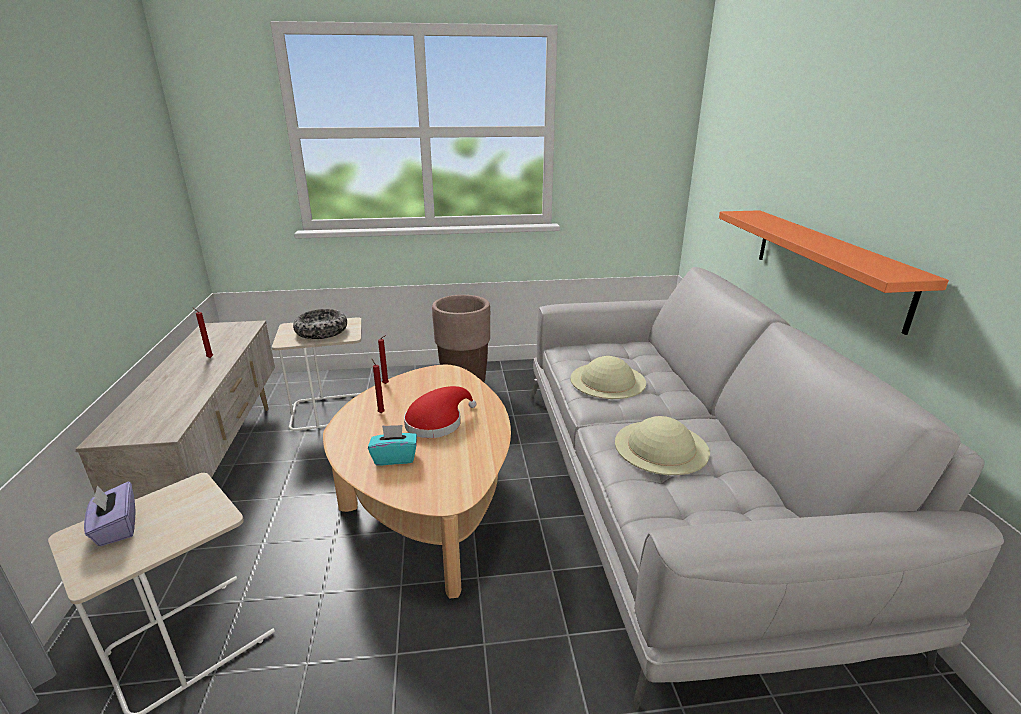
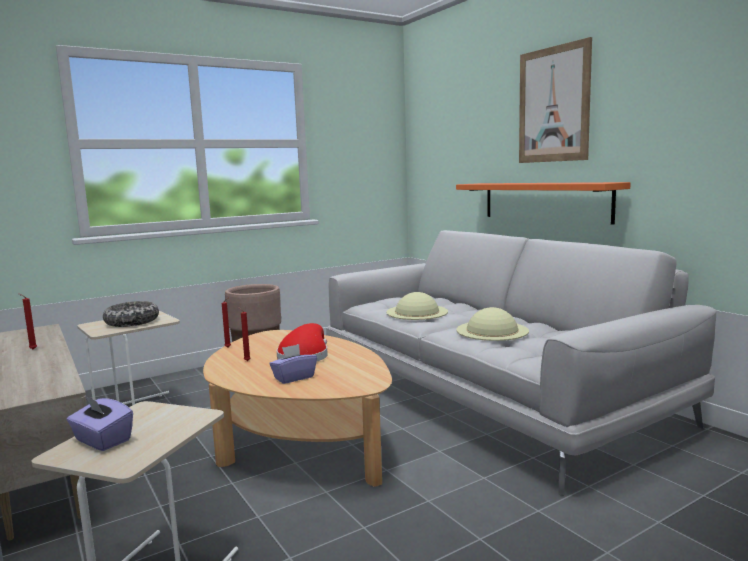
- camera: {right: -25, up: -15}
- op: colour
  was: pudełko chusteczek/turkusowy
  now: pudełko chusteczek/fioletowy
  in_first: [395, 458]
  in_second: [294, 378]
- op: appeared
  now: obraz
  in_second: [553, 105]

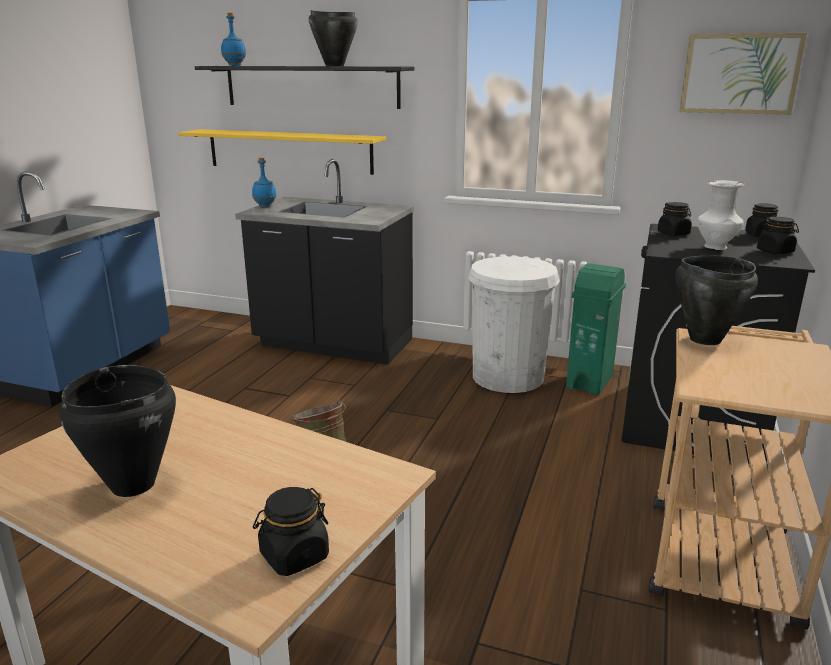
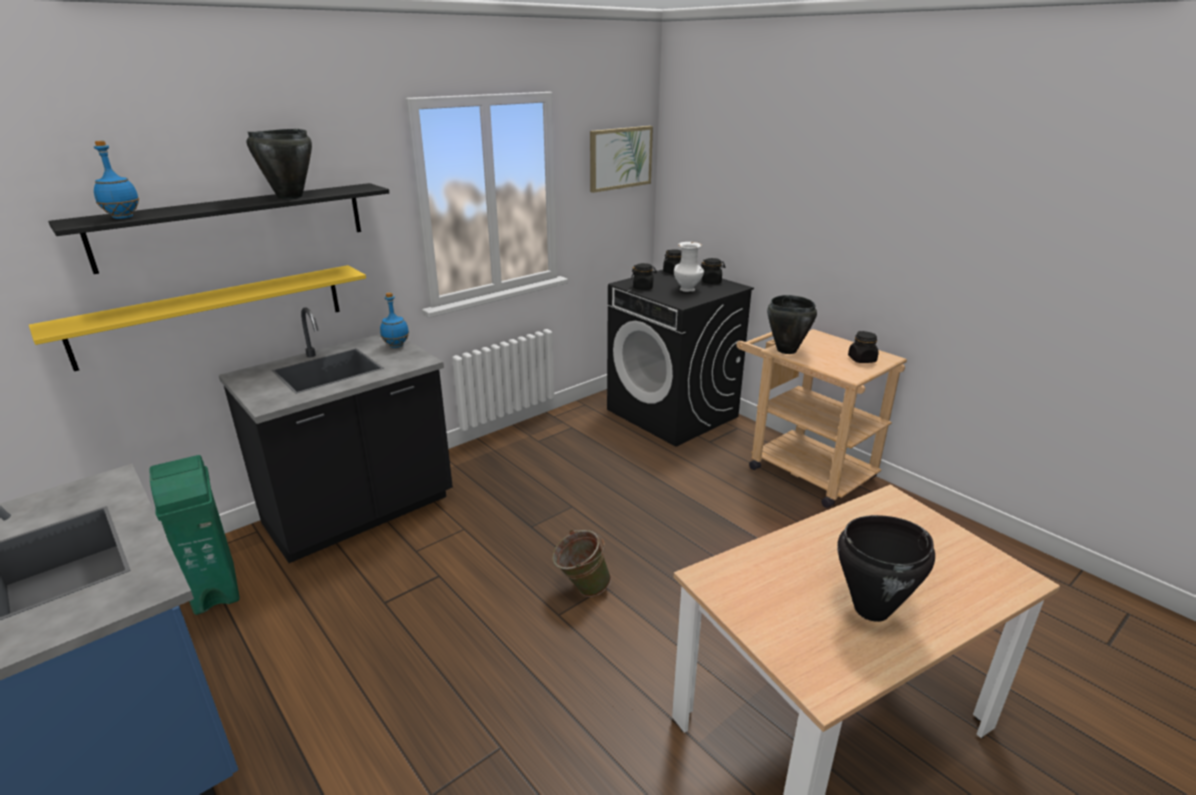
- camera: {right: -60, up: 5}
- op: relocated
  was: butelka/niebieski
  in_first: [265, 206]
  in_second: [396, 346]
- op: relocated
  was: słoik/czarny
  in_first: [294, 556]
  in_second: [862, 359]
- op: missing
  was: kosz na śmieci/biały
  in_first: [508, 377]
- op: relocated
  was: kosz na śmieci/zielony
  in_first: [590, 381]
  in_second: [215, 588]

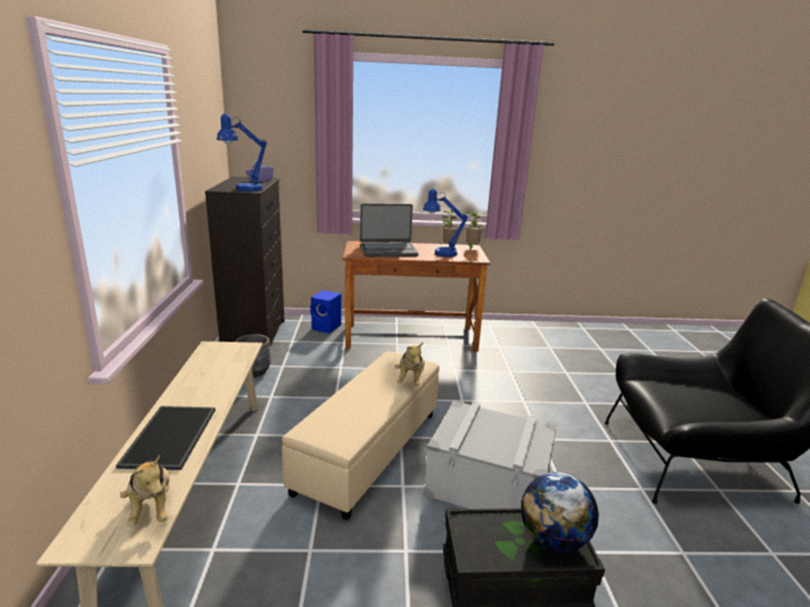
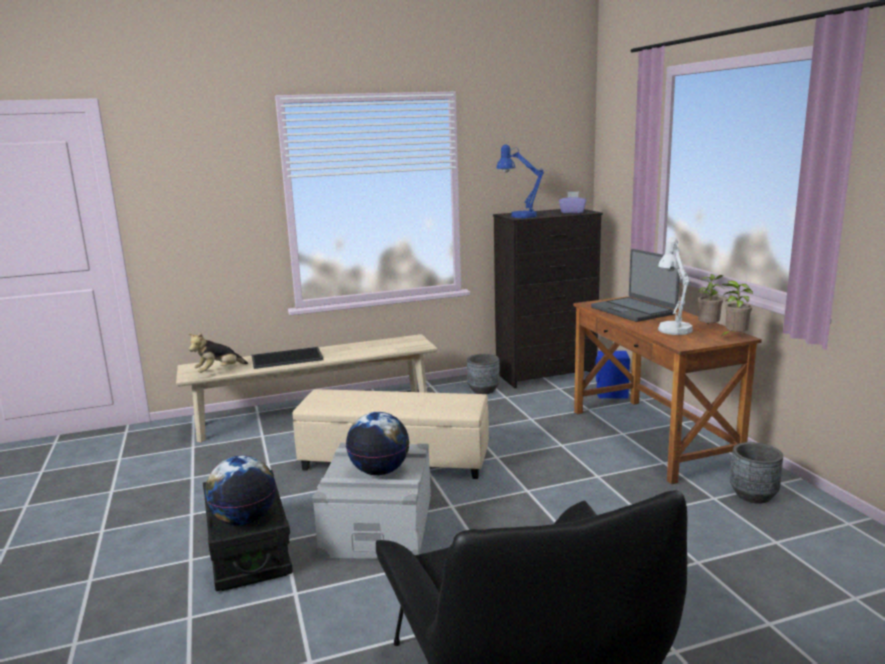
- camera: {right: 75, up: -5}
- op: missing
  was: pluszak
  in_first: [410, 379]
- op: colour
  was: lampa stołowa/niebieski
  now: lampa stołowa/biały
  in_first: [440, 253]
  in_second: [672, 328]
- op: appeared
  now: globus
  in_second: [379, 471]
- op: appeared
  now: donica/szary
  in_second: [753, 495]

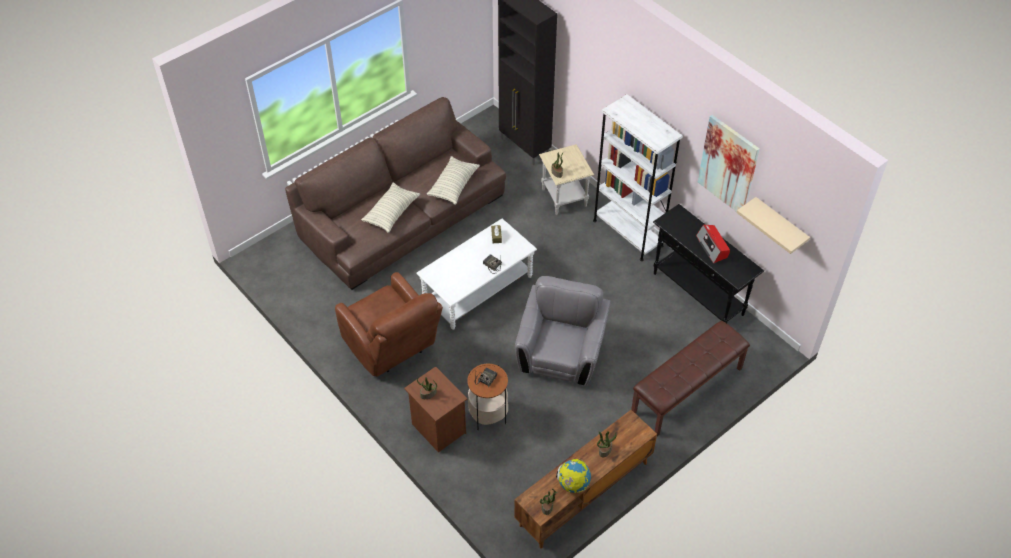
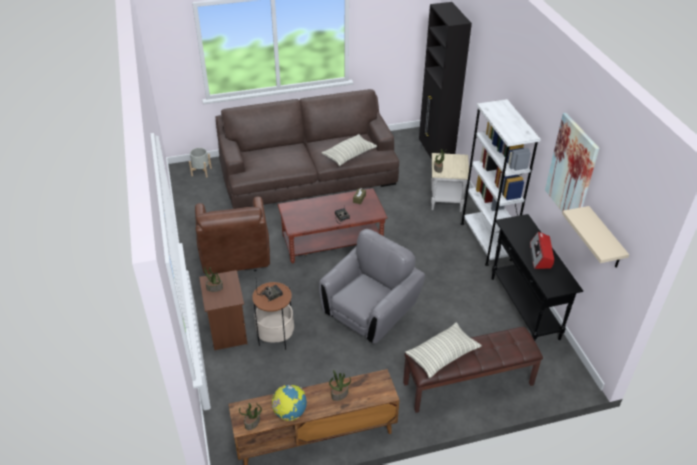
- camera: {right: 25, up: -10}
- op: relocated
  was: poduszka
  in_first: [391, 213]
  in_second: [442, 355]
- op: colour
  was: ława/biały
  now: ława/brązowy
  in_first: [478, 289]
  in_second: [332, 241]
- op: appeared
  now: donica/szary
  in_second: [201, 172]

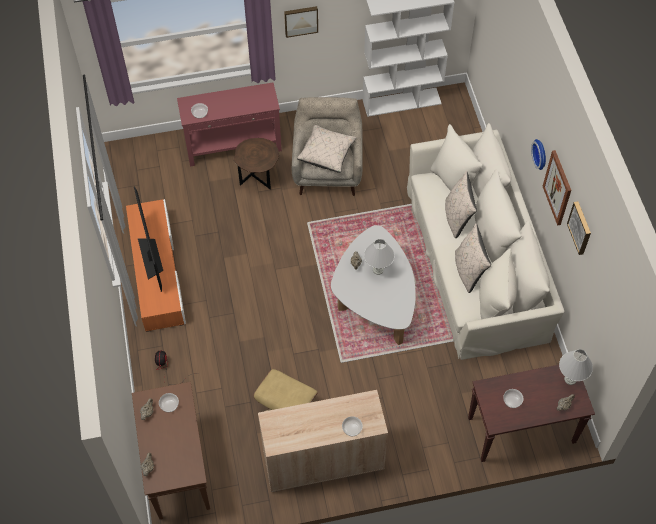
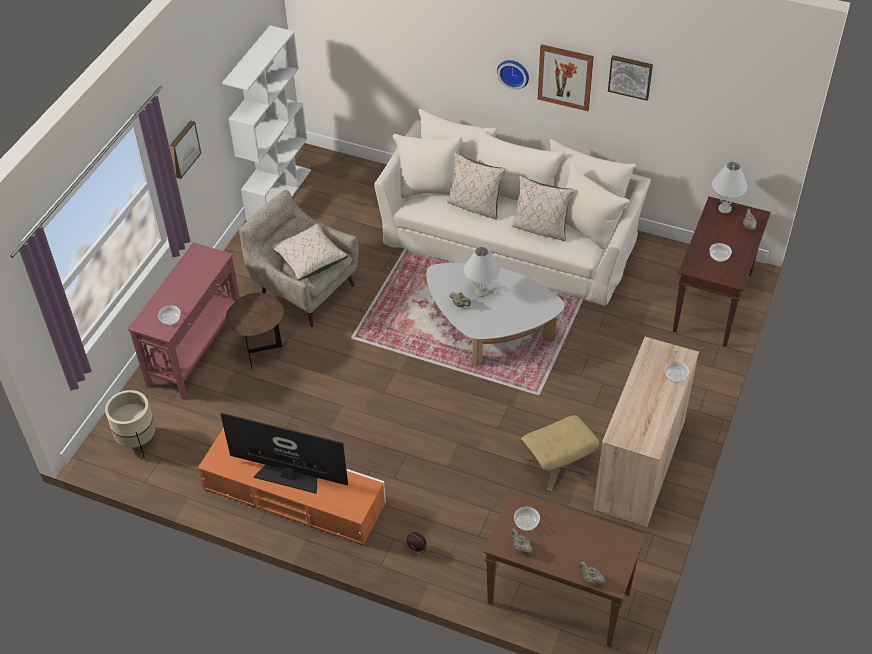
- camera: {right: -55, up: -10}
- op: appeared
  now: donica/beżowy
  in_second: [137, 441]

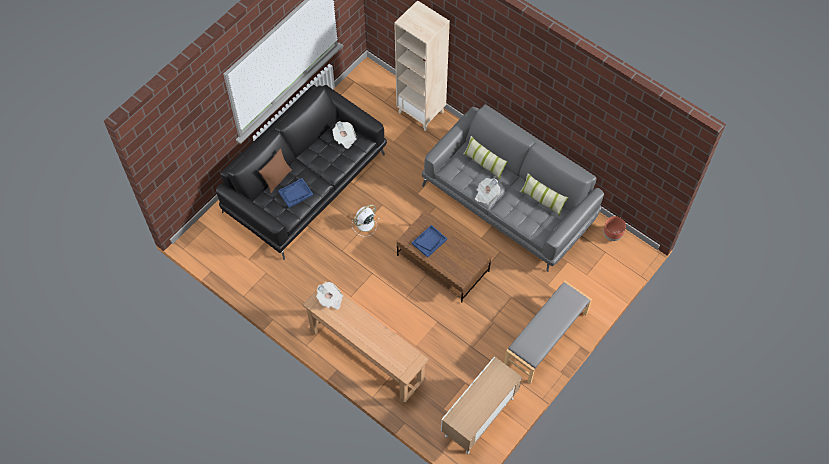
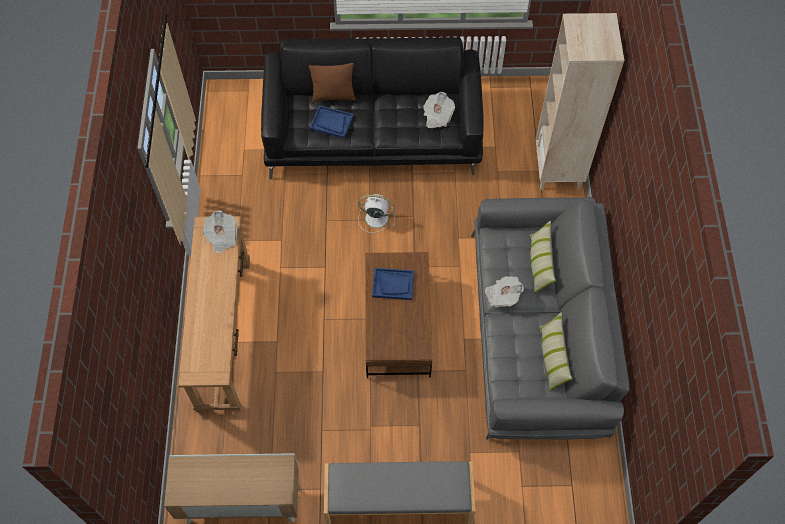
- camera: {right: 50, up: 0}
- op: missing
  was: donica/brązowy
  in_first: [612, 235]

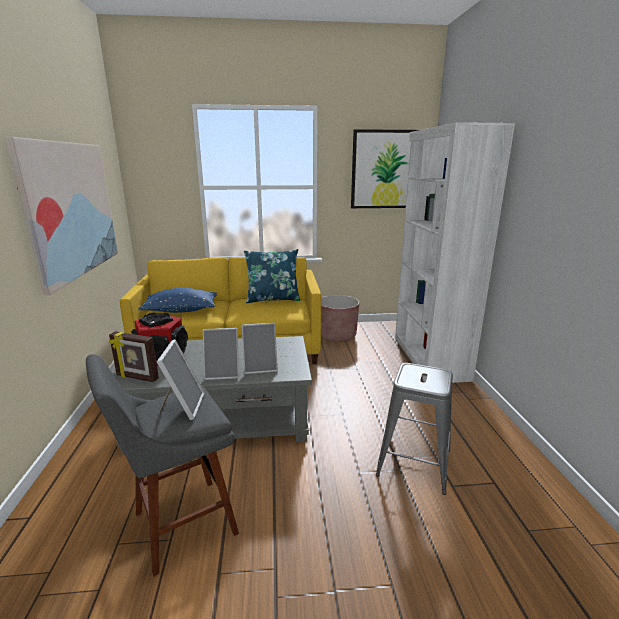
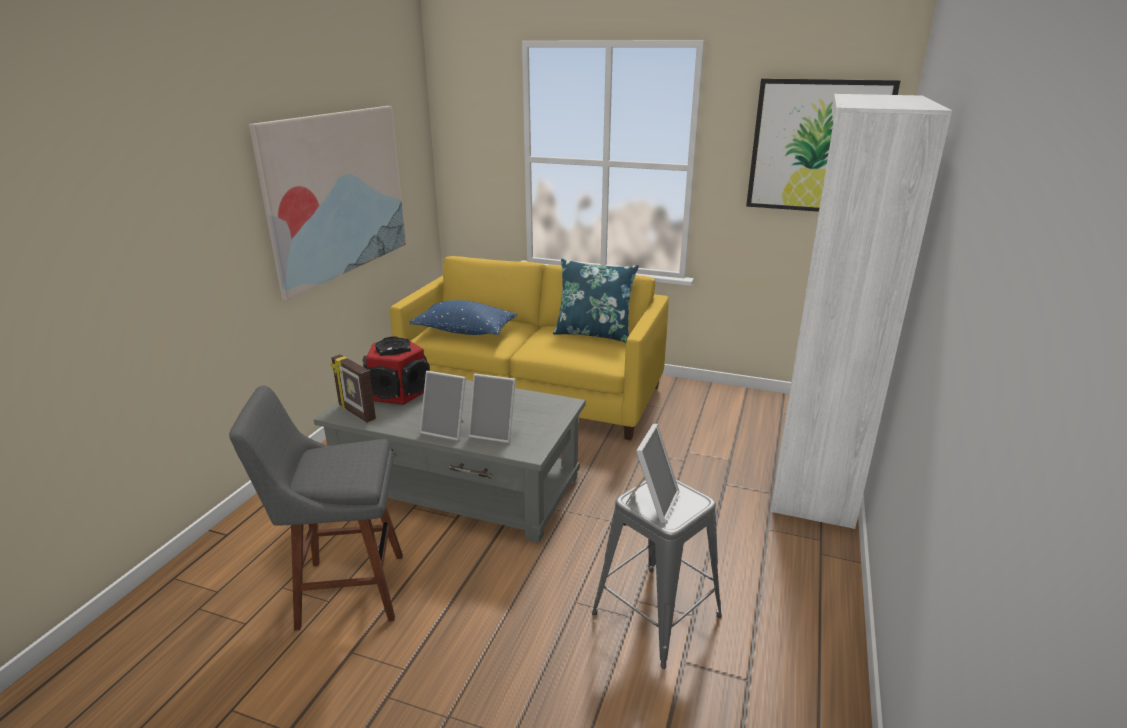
- camera: {right: 25, up: 5}
- op: relocated
  was: ramka na zdjęcie
  in_first: [182, 406]
  in_second: [652, 502]
- op: missing
  was: donica/brązowy
  in_first: [337, 336]

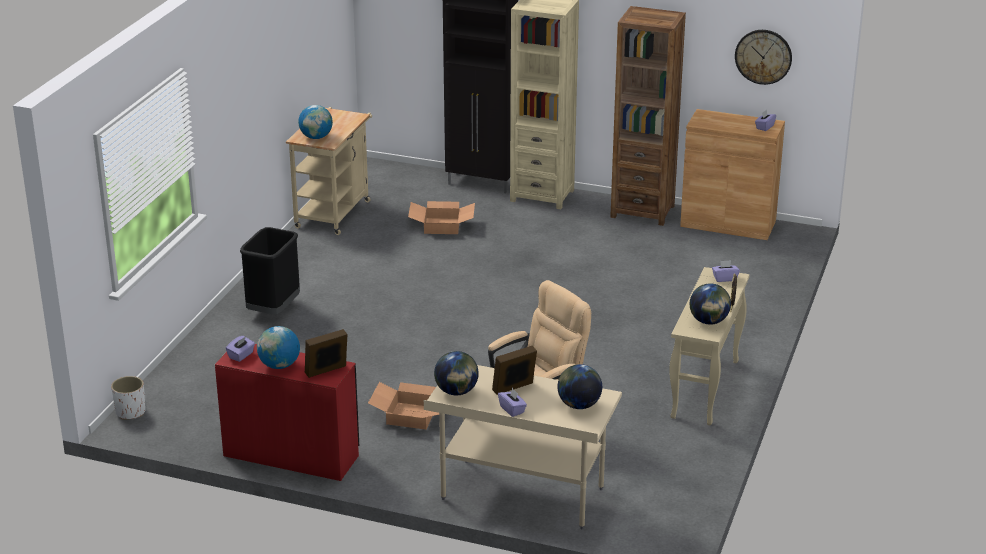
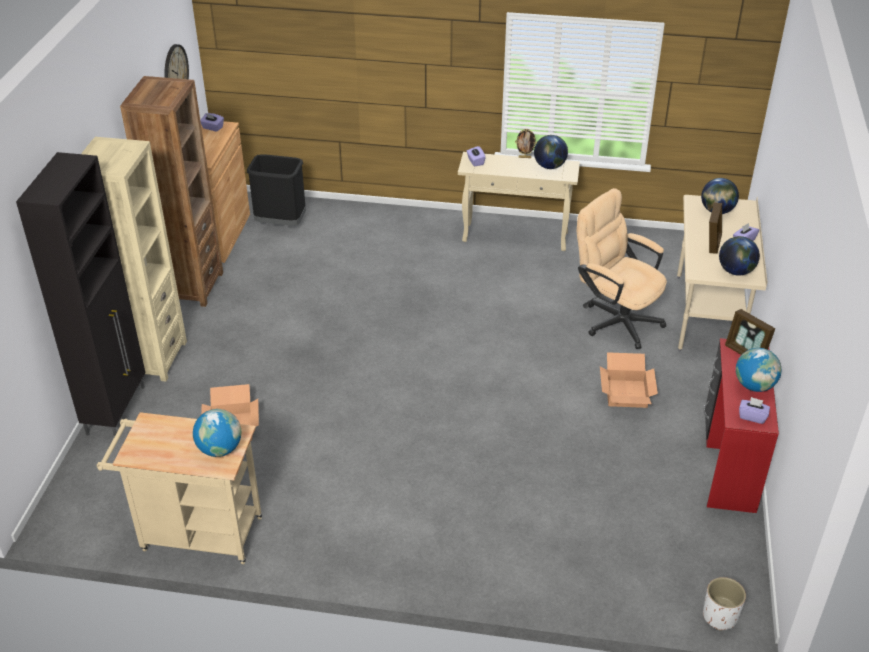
- camera: {right: -100, up: 10}
- op: relocated
  was: kosz na śmieci/czarny
  in_first: [273, 309]
  in_second: [280, 223]
- op: spun
  was: ramka na zdjęcie
  in_first: [514, 388]
  in_second: [712, 243]
  clockwise: -120

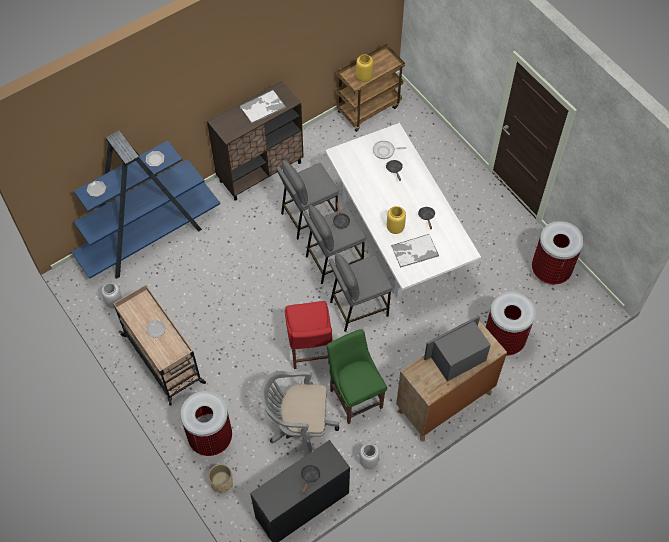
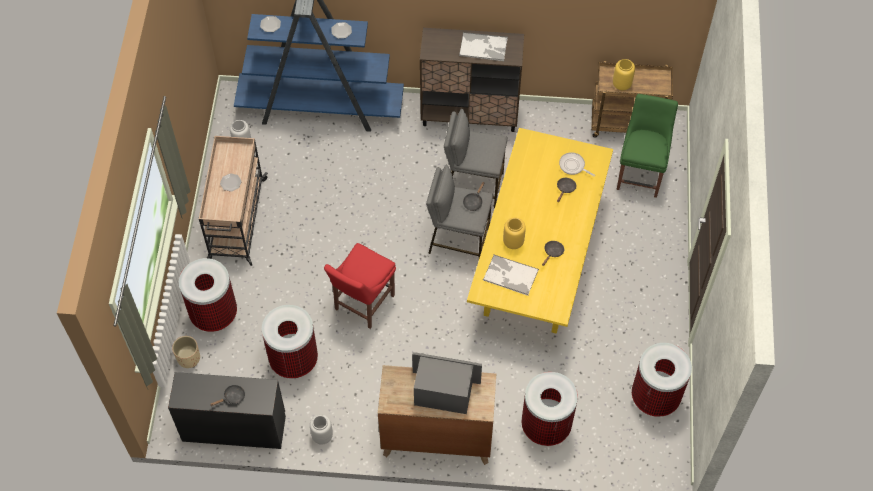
- camera: {right: 40, up: 0}
- op: exchanged
  was: krzesło biurowe/szary
  now: kosz na śmieci
  in_first: [298, 425]
  in_second: [294, 360]
- op: colour
  was: stół jadalny/biały
  now: stół jadalny/żółty
  in_first: [397, 238]
  in_second: [537, 262]
- op: relocated
  was: krzesło/zielony
  in_first: [355, 396]
  in_second: [640, 173]
- op: missing
  was: stołek/szary
  in_first: [358, 308]

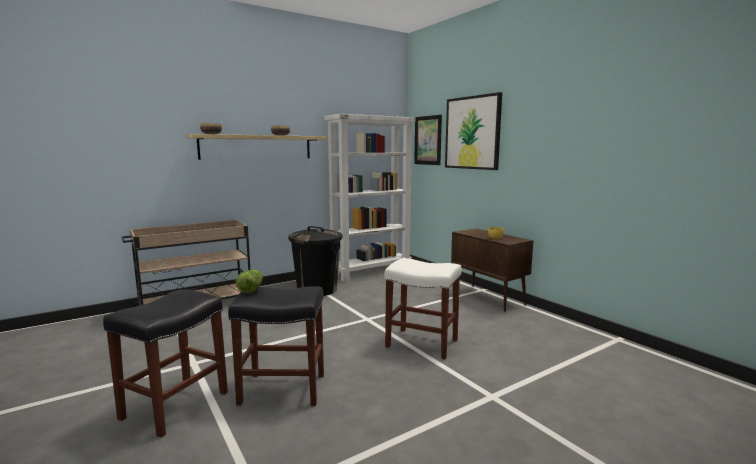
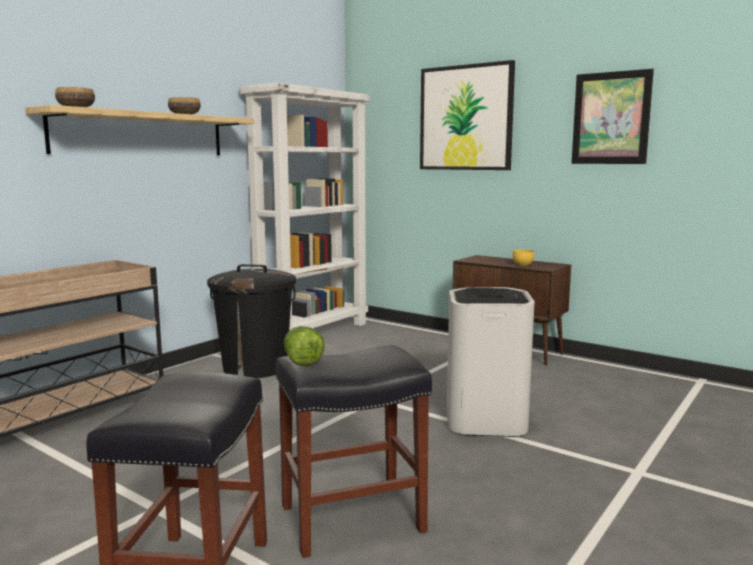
- camera: {right: -20, up: 0}
- op: exchanged
  was: stołek/biały
  now: kosz na śmieci/biały
  in_first: [423, 343]
  in_second: [486, 420]
- op: relocated
  was: obraz
  in_first: [428, 140]
  in_second: [611, 118]

